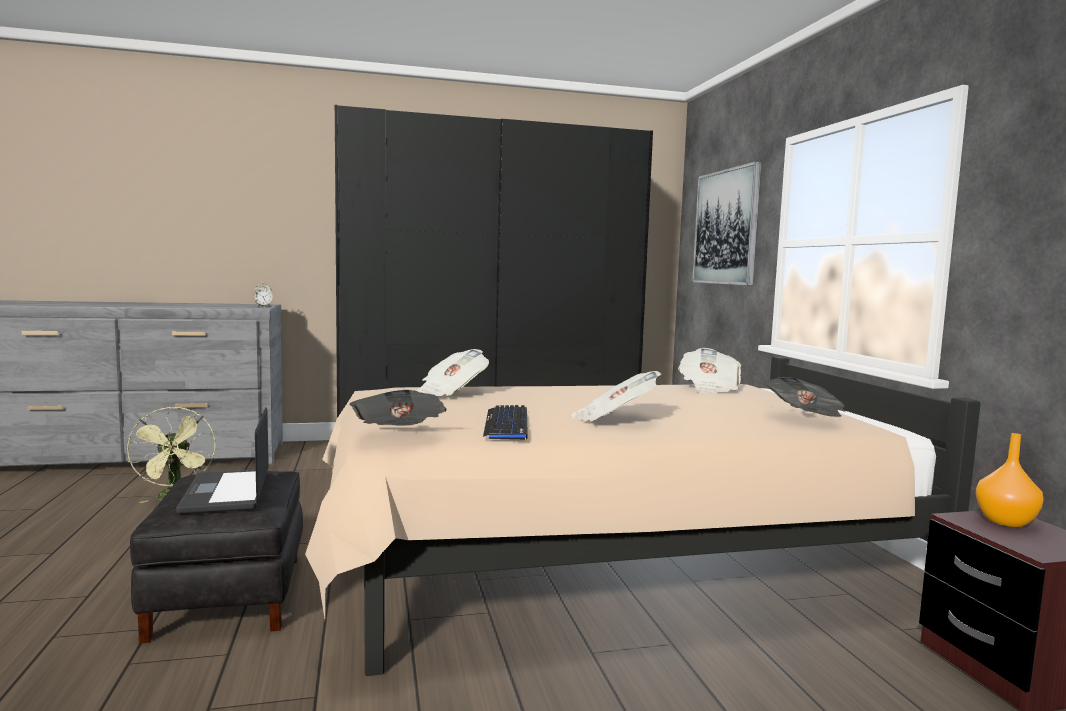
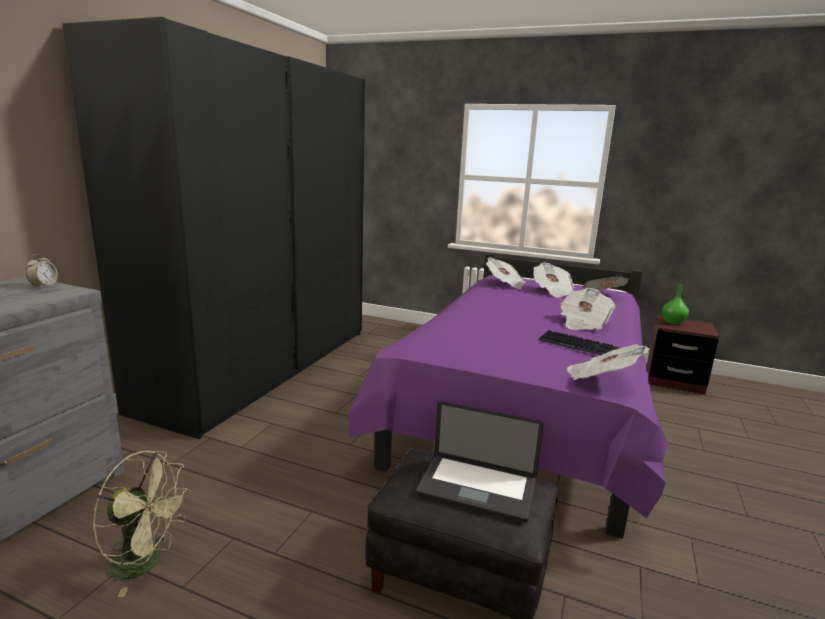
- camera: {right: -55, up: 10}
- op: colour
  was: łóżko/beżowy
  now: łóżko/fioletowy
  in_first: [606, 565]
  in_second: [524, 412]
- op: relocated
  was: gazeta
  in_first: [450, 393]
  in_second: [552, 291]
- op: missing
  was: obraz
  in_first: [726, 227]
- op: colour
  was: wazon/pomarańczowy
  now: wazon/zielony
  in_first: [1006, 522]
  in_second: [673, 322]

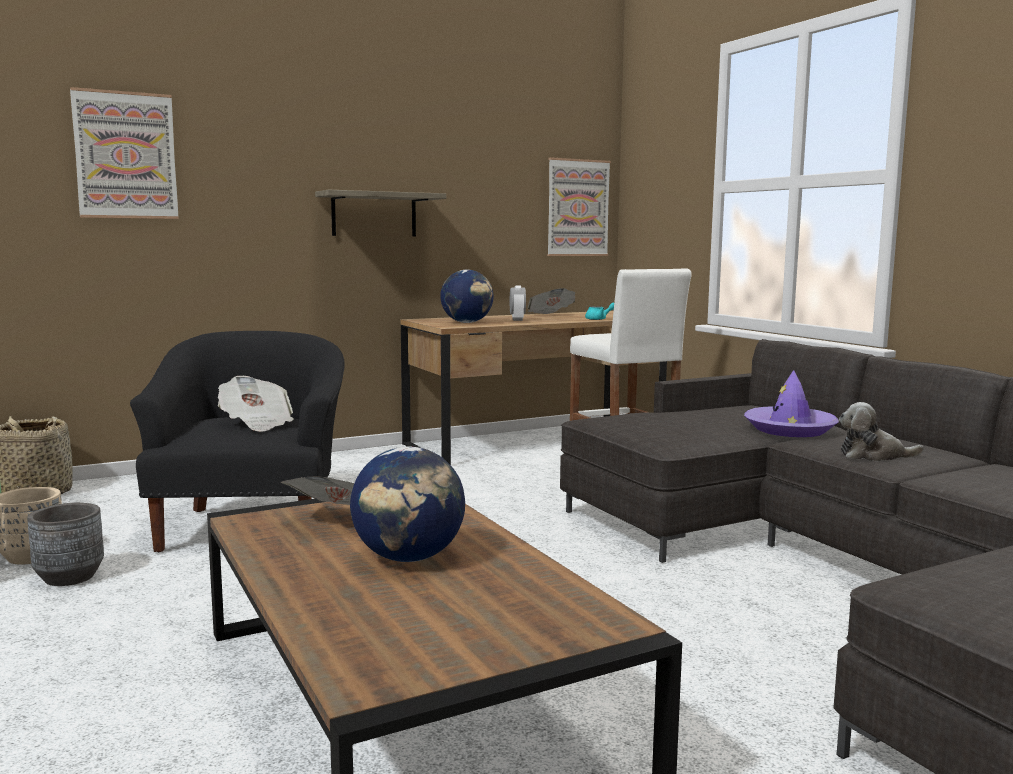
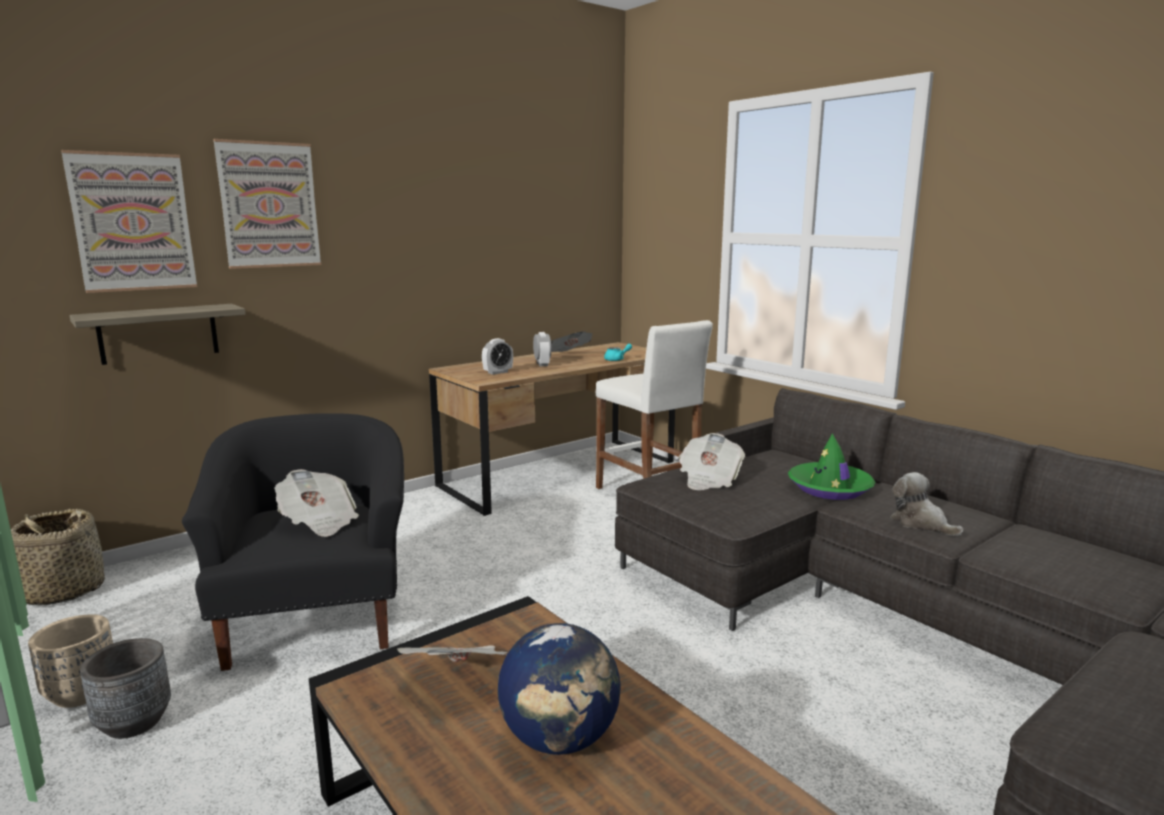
- camera: {right: -10, up: 5}
- op: relocated
  was: półka
  in_first: [374, 214]
  in_second: [158, 333]
- op: exchanged
  was: globus
  now: budzik
  in_first: [467, 322]
  in_second: [498, 372]
- op: relocated
  was: obraz
  in_first: [578, 208]
  in_second: [269, 205]
- op: colour
  was: kapelusz/fioletowy
  now: kapelusz/zielony
  in_first: [790, 429]
  in_second: [830, 488]
- op: spun
  was: pluszak
  in_first: [873, 456]
  in_second: [921, 523]
  clockwise: 60
- op: appeared
  now: gazeta
  in_second: [708, 479]

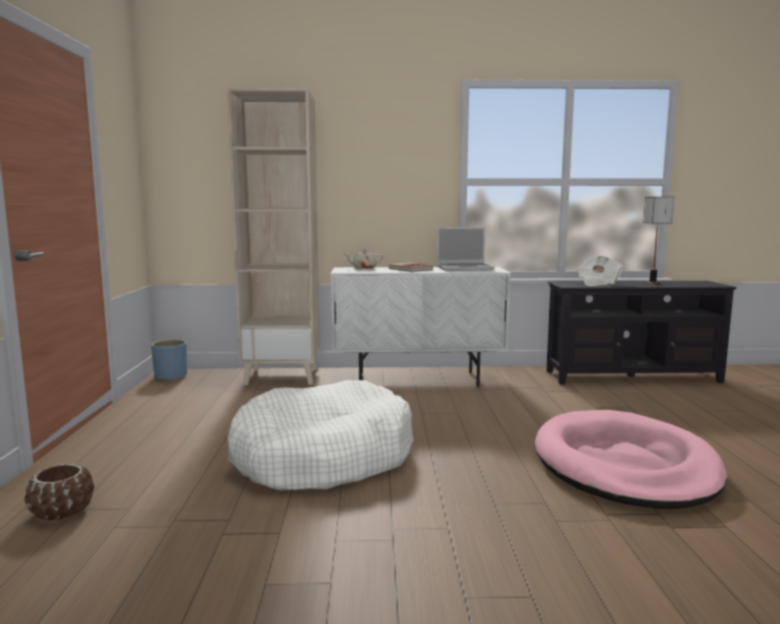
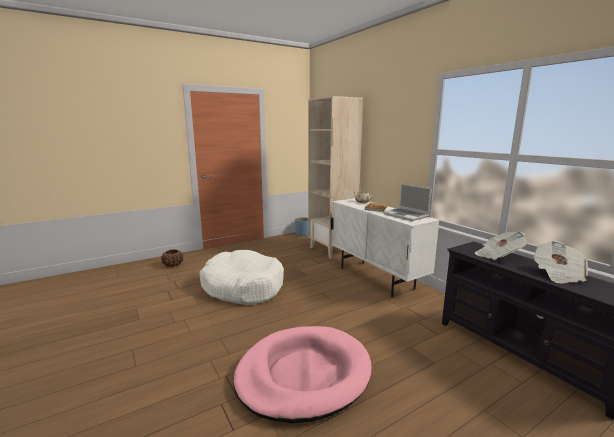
- camera: {right: 60, up: 5}
- op: exchanged
  was: lampa stołowa
  now: gazeta
  in_first: [653, 283]
  in_second: [557, 274]

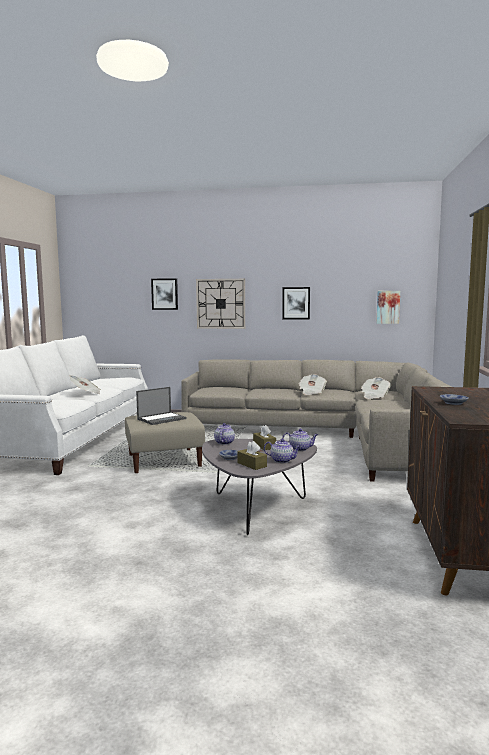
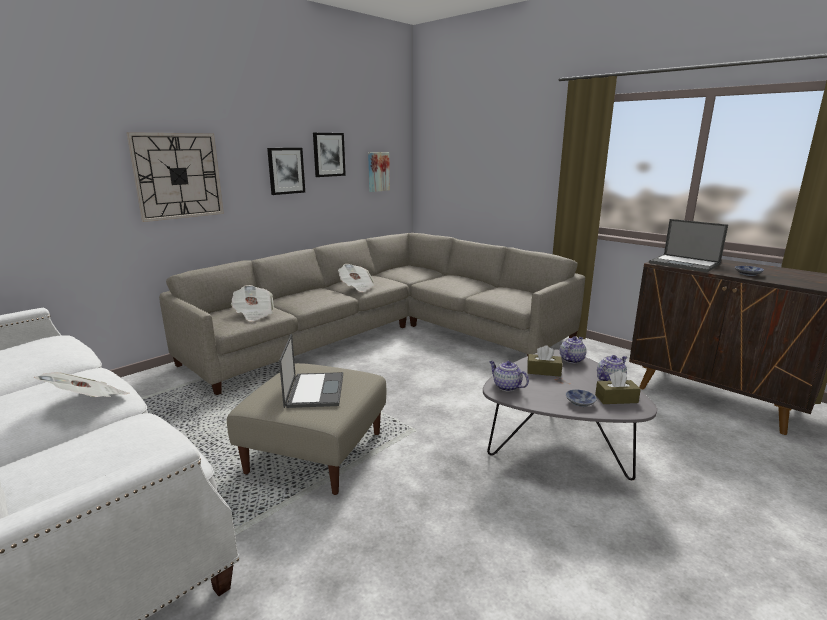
- camera: {right: -55, up: 10}
- op: relocated
  was: obraz
  in_first: [164, 294]
  in_second: [328, 154]
- op: relocated
  was: gazeta
  in_first: [374, 396]
  in_second: [254, 314]
- op: appeared
  now: laptop
  in_second: [685, 264]

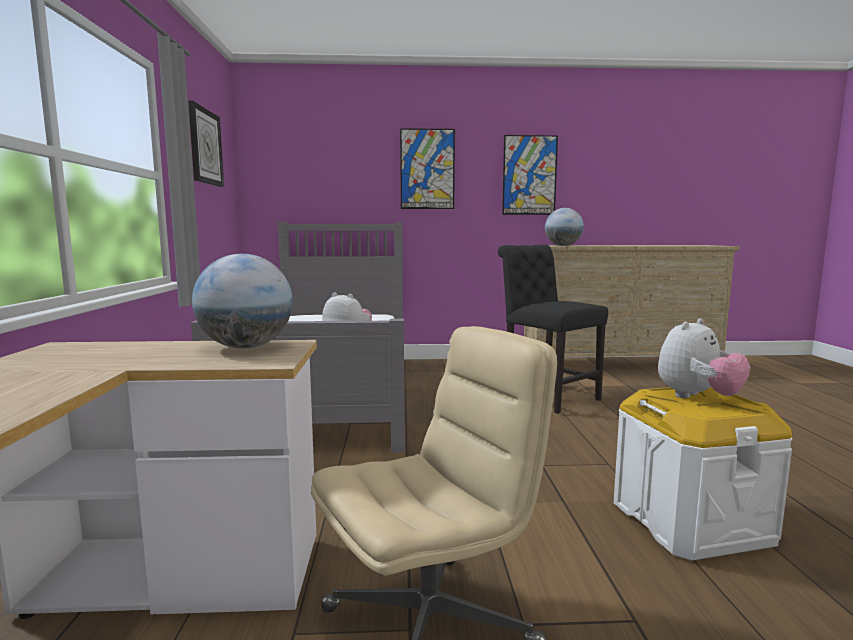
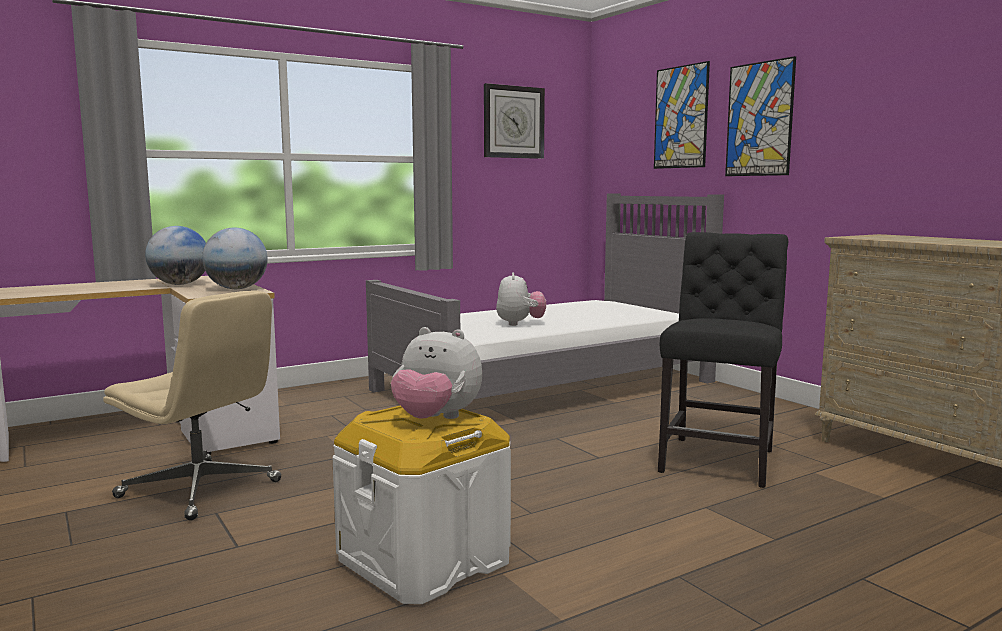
- camera: {right: 60, up: 0}
- op: relocated
  was: obraz
  in_first: [529, 175]
  in_second: [681, 117]
- op: relocated
  was: globus
  in_first: [563, 246]
  in_second: [179, 284]

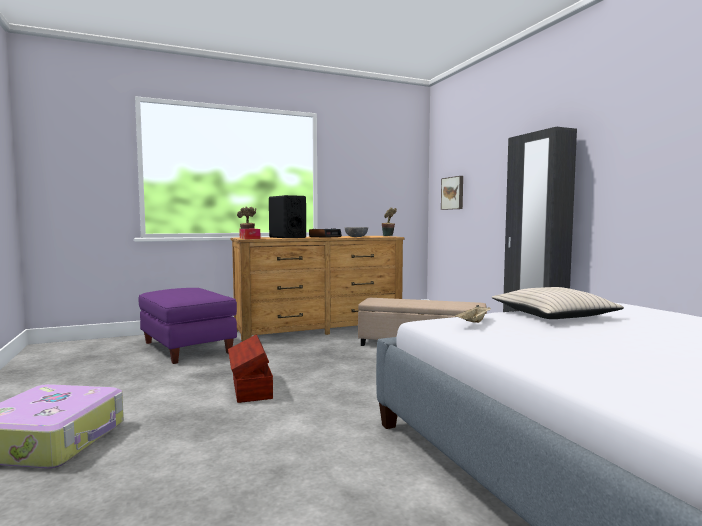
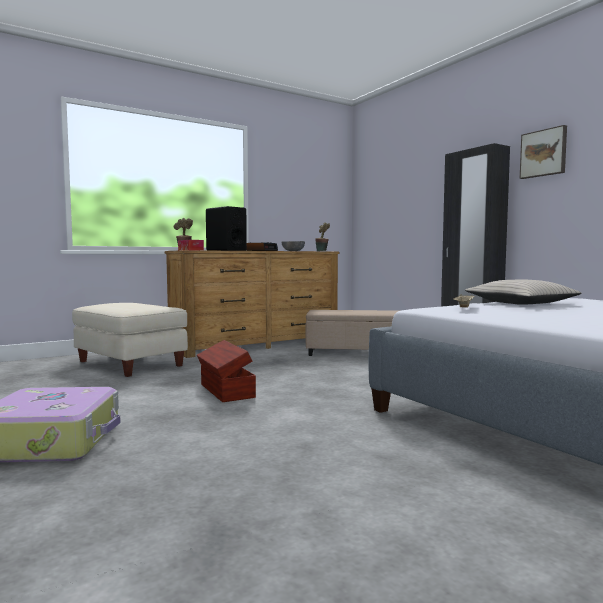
- camera: {right: -10, up: 0}
- op: colour
  was: pufa/fioletowy
  now: pufa/beżowy
  in_first: [186, 348]
  in_second: [129, 364]
- op: relocated
  was: obraz
  in_first: [453, 193]
  in_second: [544, 153]

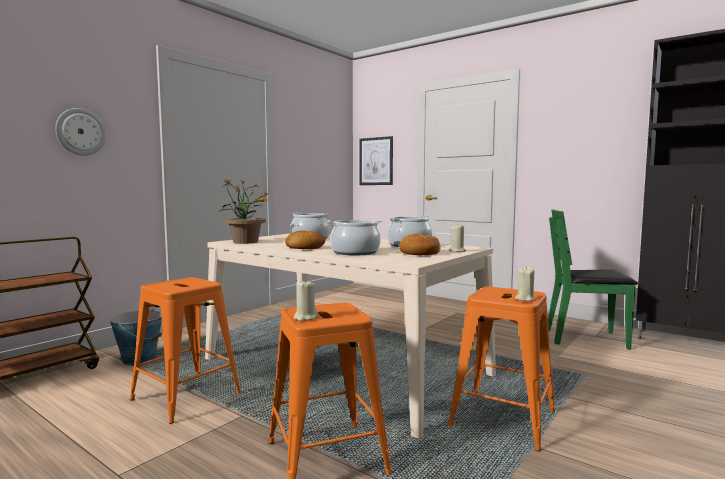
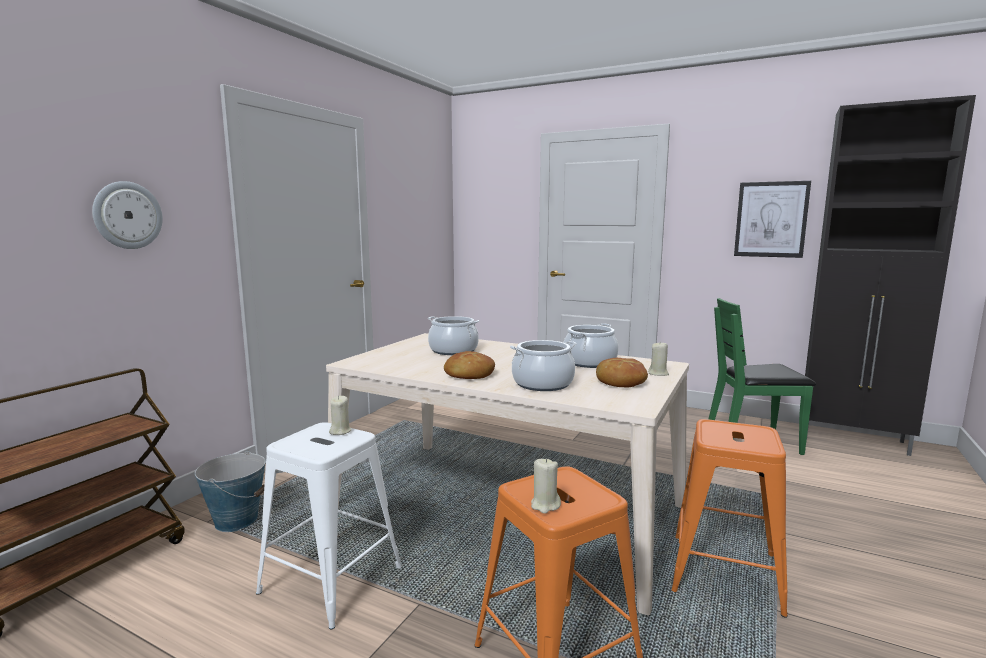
- camera: {right: -10, up: 5}
- op: colour
  was: stołek/pomarańczowy
  now: stołek/biały
  in_first: [187, 397]
  in_second: [332, 580]
- op: missing
  was: roślina doniczkowa
  in_first: [244, 242]
- op: relocated
  was: obraz
  in_first: [376, 161]
  in_second: [771, 219]
- op: relocated
  was: świeca/beżowy
  in_first: [524, 299]
  in_second: [340, 431]

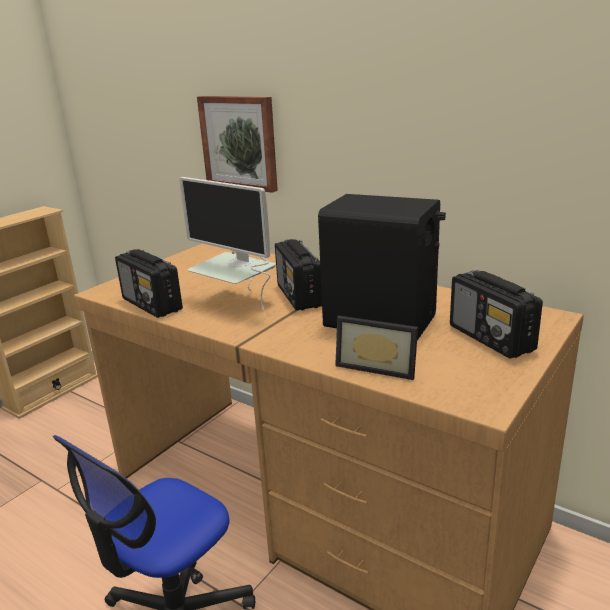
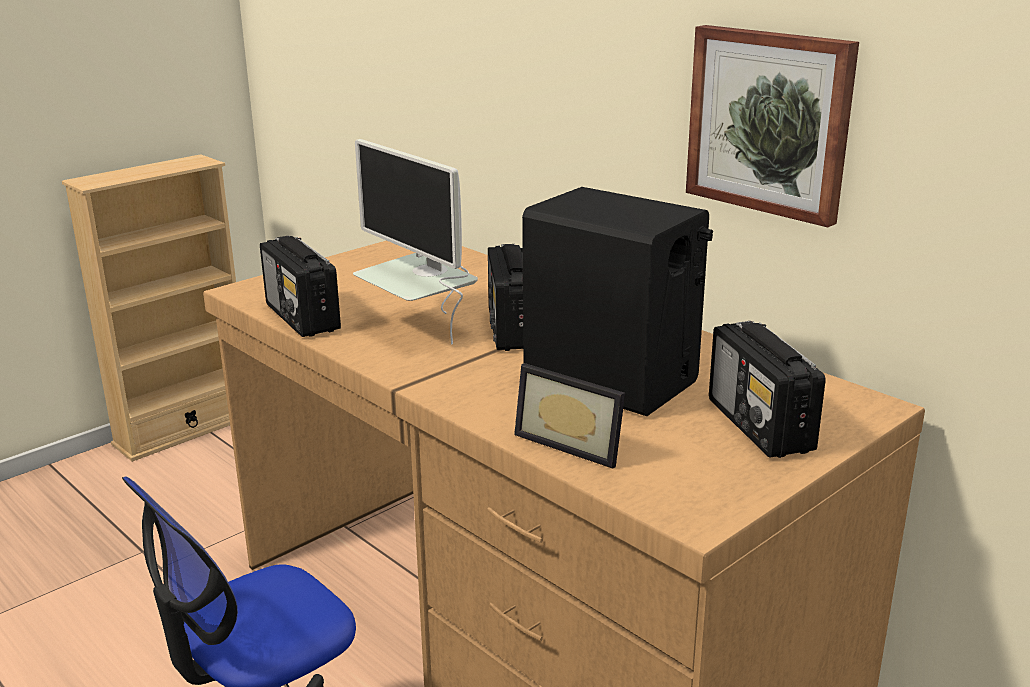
- camera: {right: 10, up: 0}
- op: relocated
  was: obraz
  in_first: [240, 142]
  in_second: [770, 122]

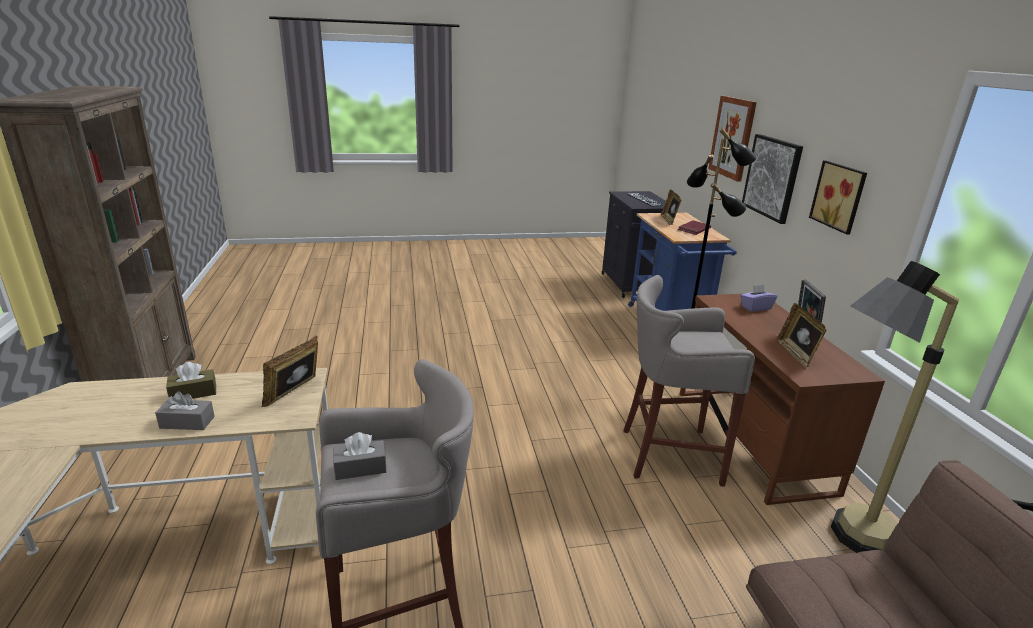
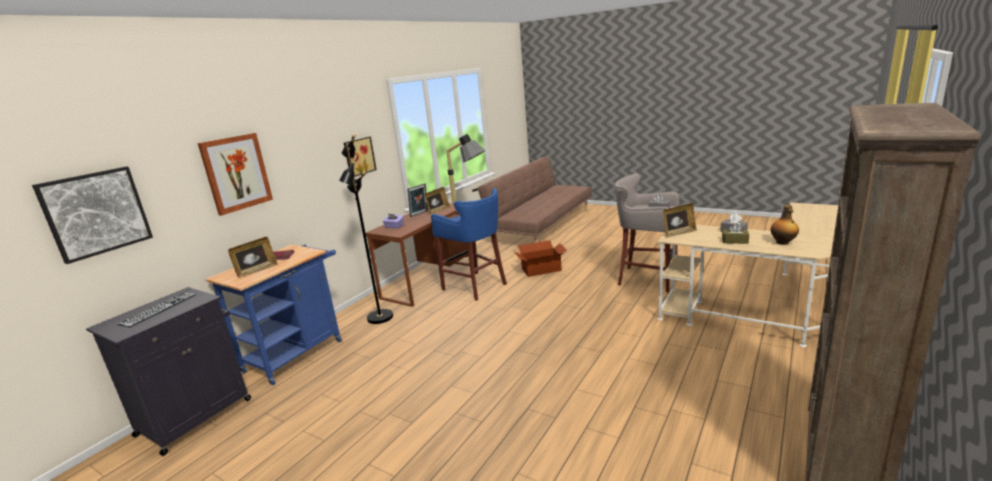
- camera: {right: -135, up: -5}
- op: colour
  was: stołek/szary
  now: stołek/niebieski
  in_first: [667, 454]
  in_second: [476, 286]
- op: relocated
  was: obraz
  in_first: [772, 177]
  in_second: [96, 213]
- op: appeared
  now: karton
  in_second: [540, 269]
- op: appeared
  now: butelka
  in_second: [783, 243]

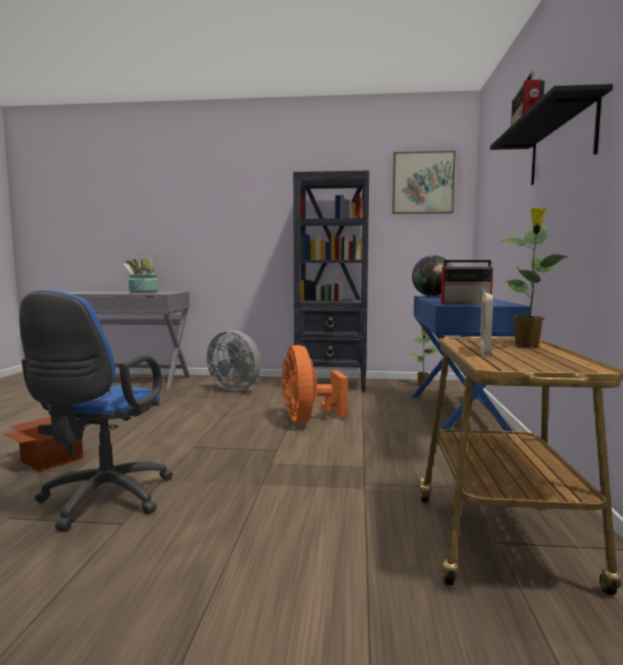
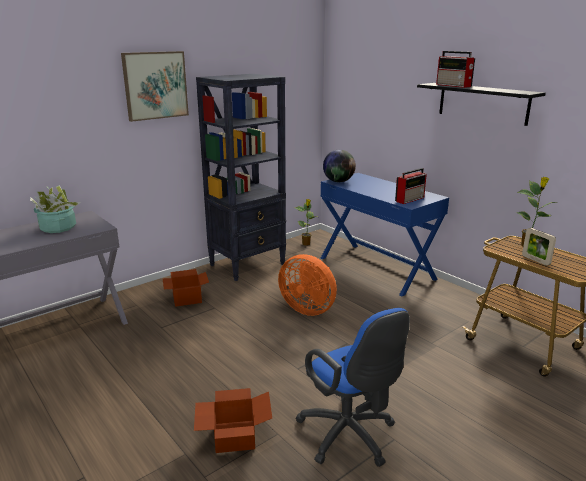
- camera: {right: -45, up: 15}
- op: exchanged
  was: wentylator/szary
  now: karton
  in_first: [237, 388]
  in_second: [187, 298]
- op: relocated
  was: obraz
  in_first: [423, 183]
  in_second: [155, 85]

